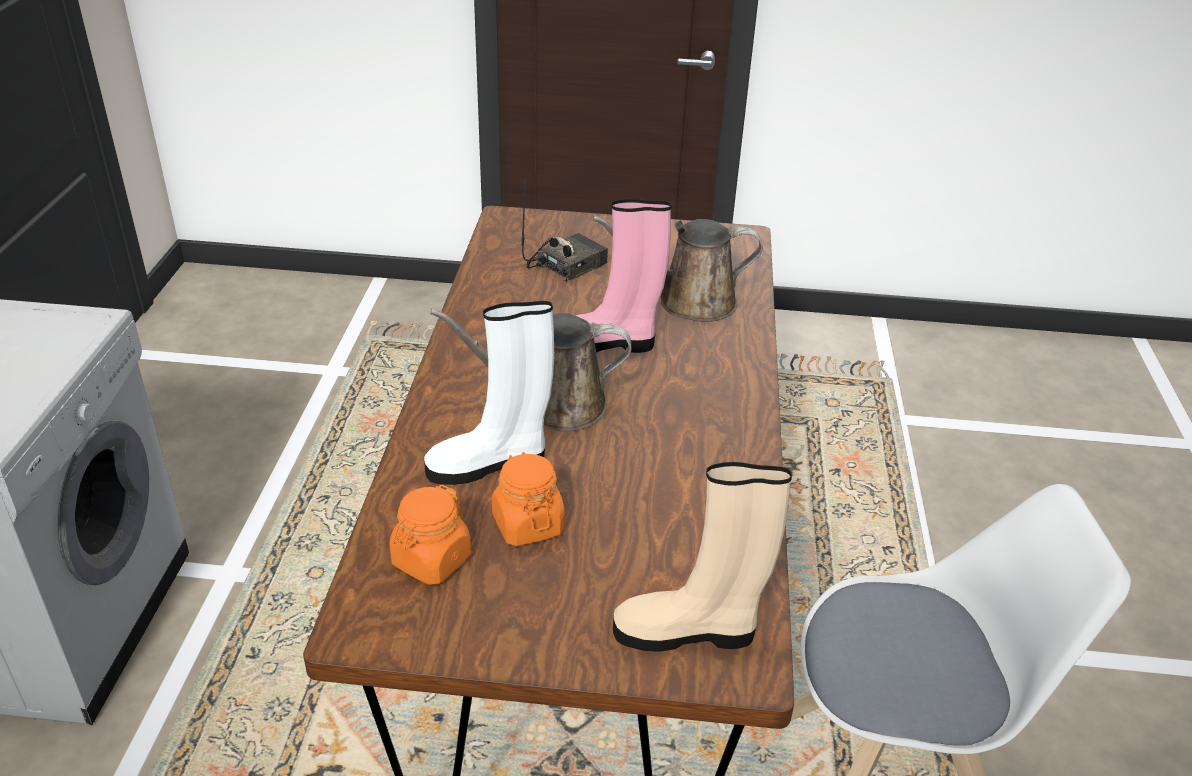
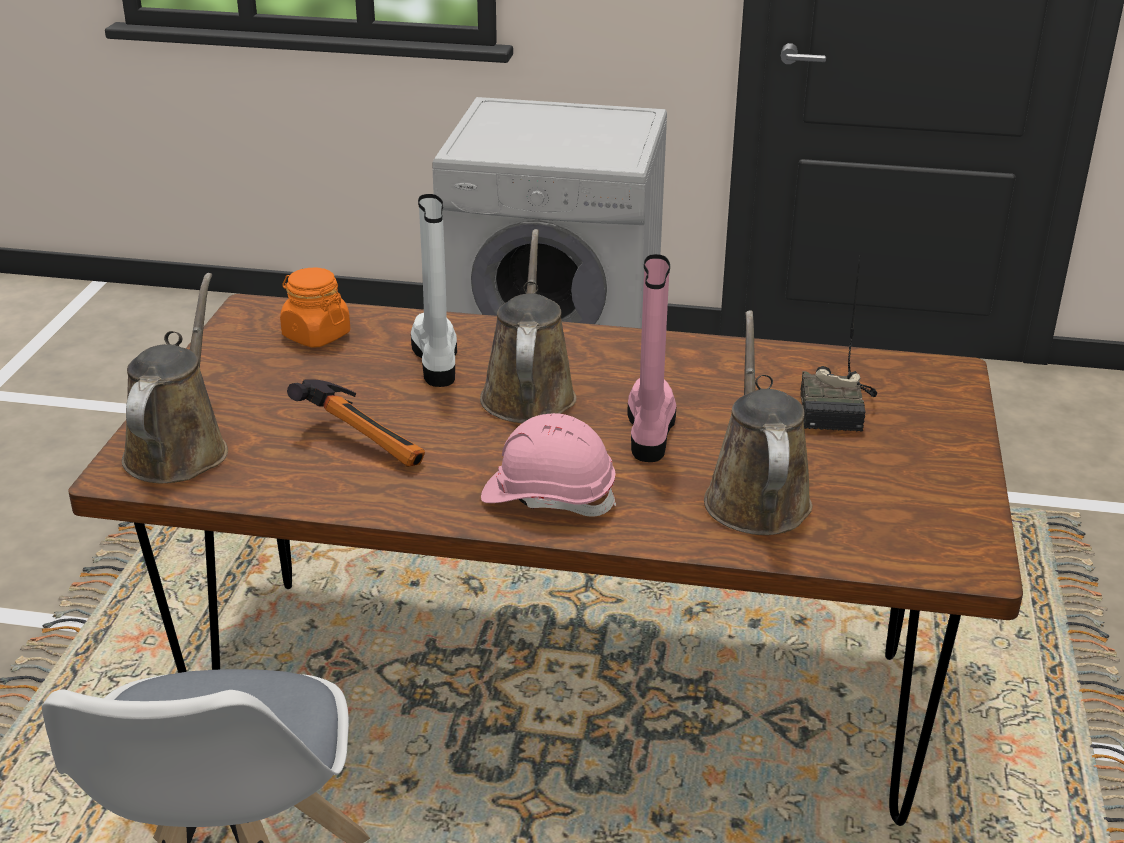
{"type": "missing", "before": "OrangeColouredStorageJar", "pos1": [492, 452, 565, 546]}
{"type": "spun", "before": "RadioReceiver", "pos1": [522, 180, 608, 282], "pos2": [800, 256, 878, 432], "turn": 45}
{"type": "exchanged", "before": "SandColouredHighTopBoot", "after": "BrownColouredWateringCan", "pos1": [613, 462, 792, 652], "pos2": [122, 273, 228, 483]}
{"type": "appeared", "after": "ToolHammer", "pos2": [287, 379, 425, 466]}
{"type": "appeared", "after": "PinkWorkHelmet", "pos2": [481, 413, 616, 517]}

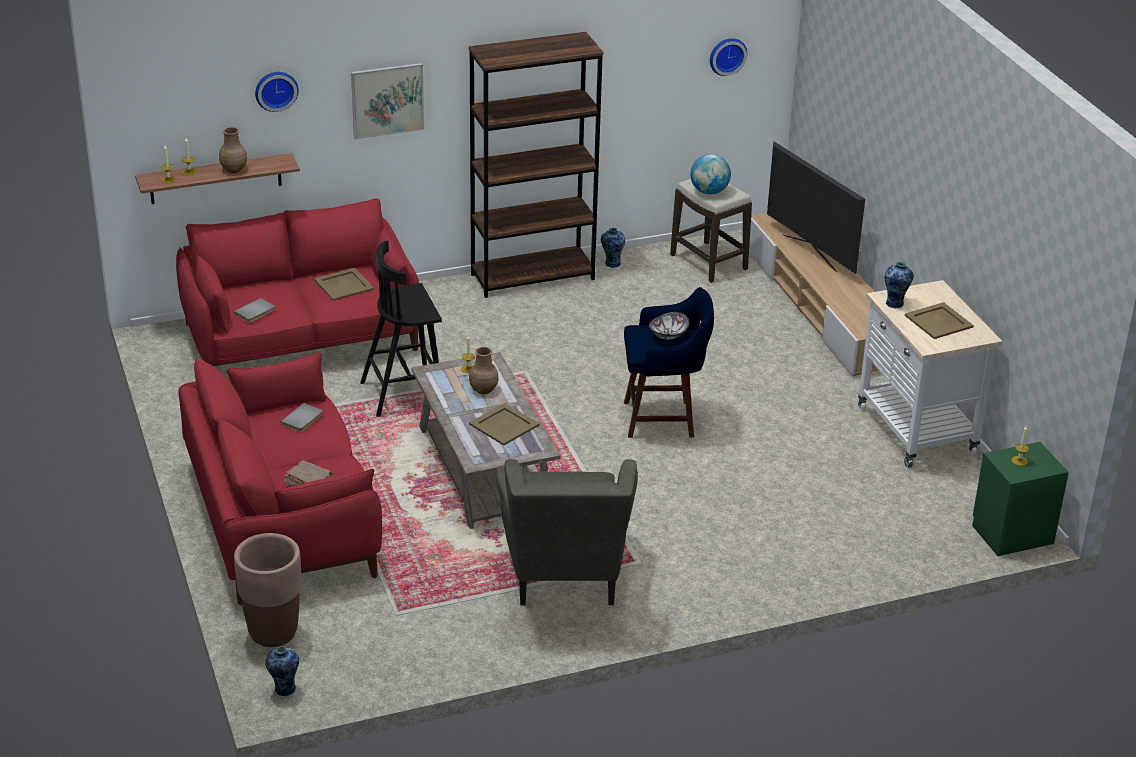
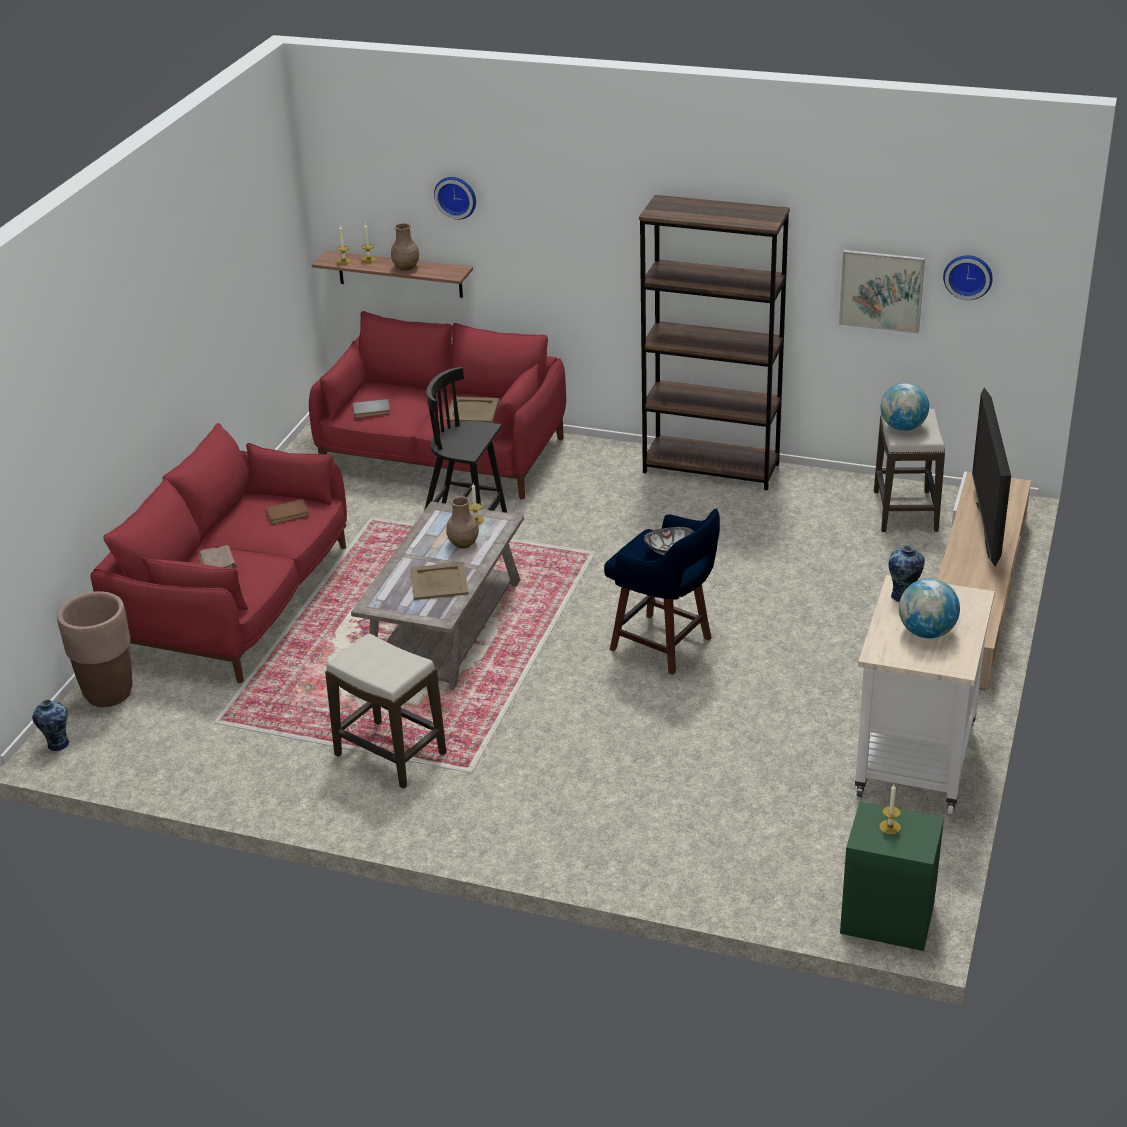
{"type": "colour", "before": "GreyishBoundBook", "after": "BrownColouredBoundBook", "pos1": [281, 403, 323, 432], "pos2": [265, 499, 309, 524]}
{"type": "relocated", "before": "Picture", "pos1": [351, 63, 424, 139], "pos2": [839, 250, 925, 333]}
{"type": "exchanged", "before": "GreyishLoungeChair", "after": "StoolSeat", "pos1": [496, 459, 638, 605], "pos2": [325, 634, 446, 789]}
{"type": "missing", "before": "FlowerVase", "pos1": [601, 228, 625, 268]}
{"type": "exchanged", "before": "SandColouredCarryingTray", "after": "WorldGlobe", "pos1": [905, 302, 974, 339], "pos2": [899, 578, 960, 638]}

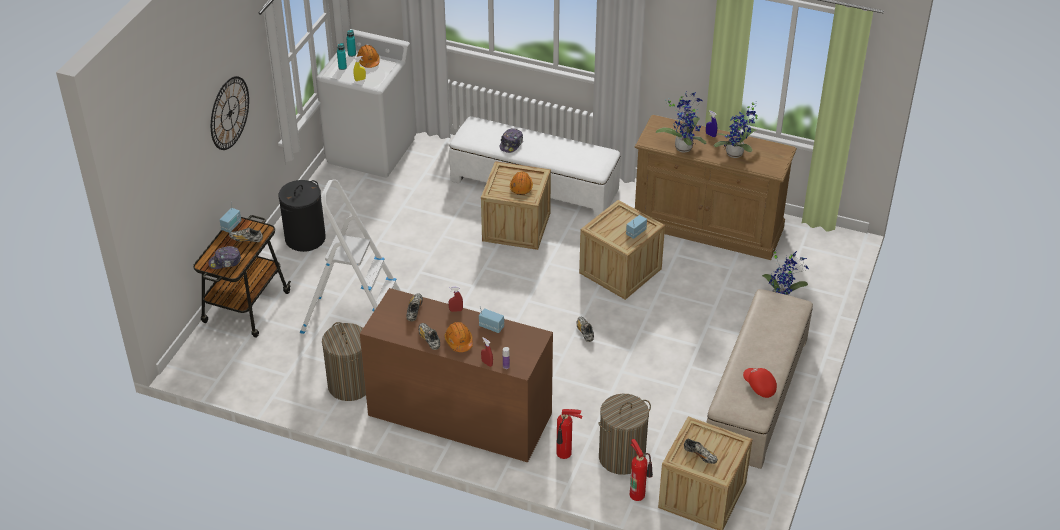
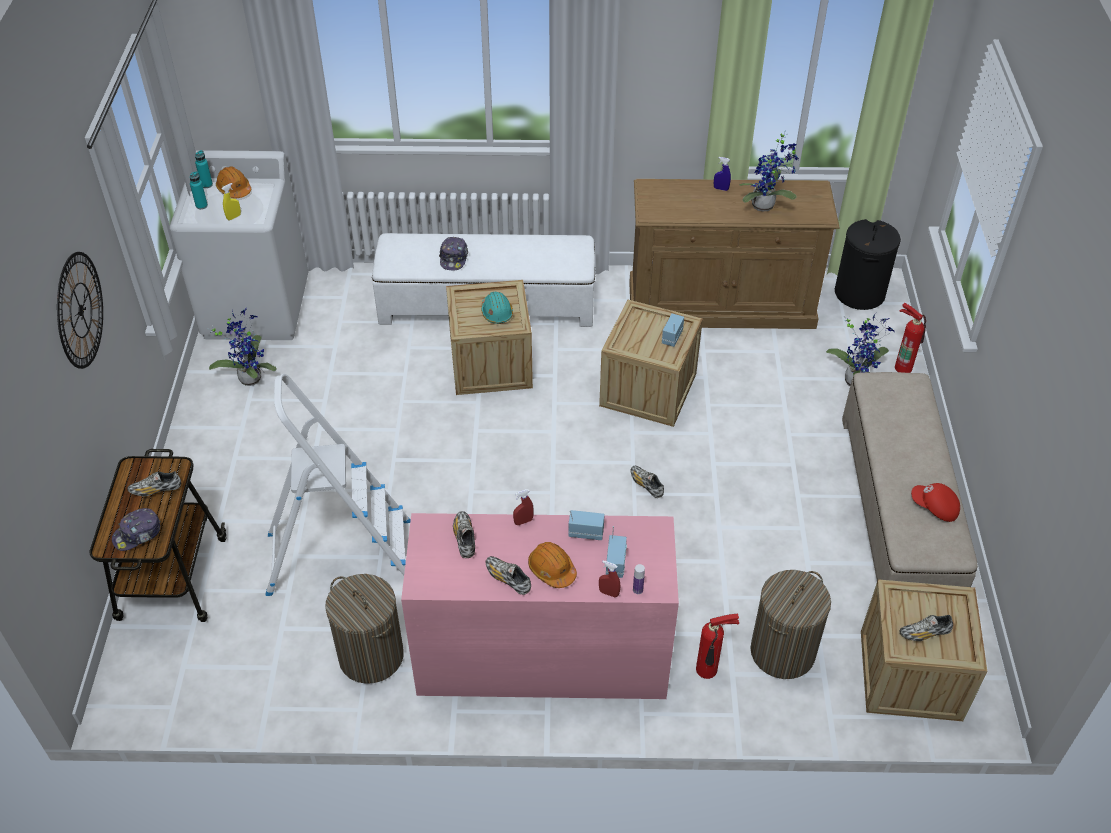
{"type": "relocated", "before": "RadioReceiver", "pos1": [220, 201, 241, 233], "pos2": [606, 526, 627, 578]}
{"type": "relocated", "before": "BlackLaundryBasket", "pos1": [279, 180, 326, 252], "pos2": [835, 219, 901, 310]}
{"type": "colour", "before": "BrownColouredDrawerChest", "after": "PinkDrawerChest", "pos1": [360, 288, 553, 462], "pos2": [401, 513, 679, 699]}
{"type": "colour", "before": "OrangeColouredWorkHelmet", "after": "TurquoiseColouredWorkHelmet", "pos1": [510, 171, 533, 195], "pos2": [481, 292, 513, 324]}
{"type": "relocated", "before": "Extinguisher", "pos1": [630, 439, 653, 501], "pos2": [895, 303, 926, 373]}
{"type": "relocated", "before": "Houseplant", "pos1": [656, 90, 706, 153], "pos2": [207, 309, 277, 386]}
{"type": "spun", "before": "Shoe", "pos1": [684, 439, 718, 464], "pos2": [899, 615, 953, 641], "turn": 150}

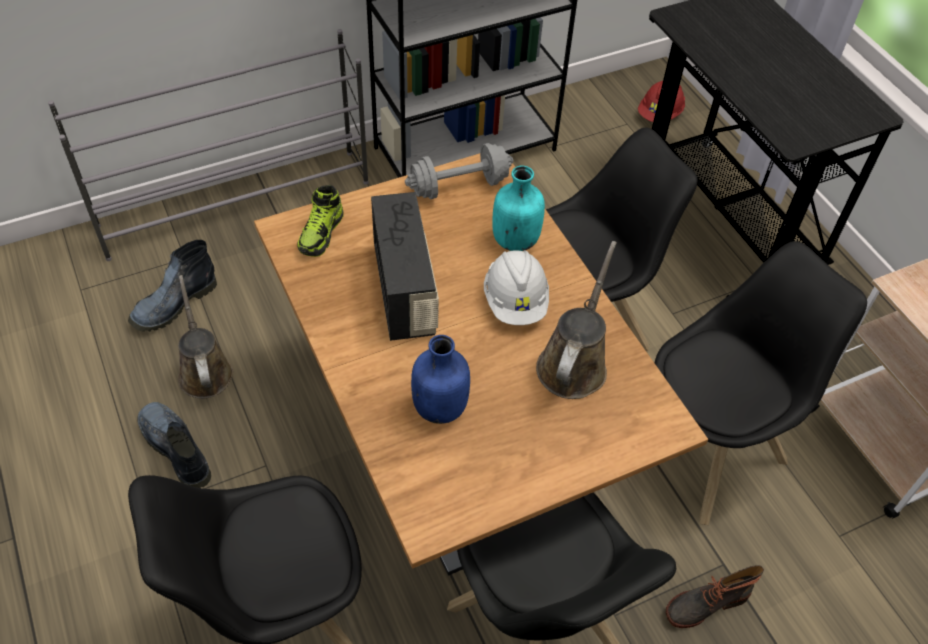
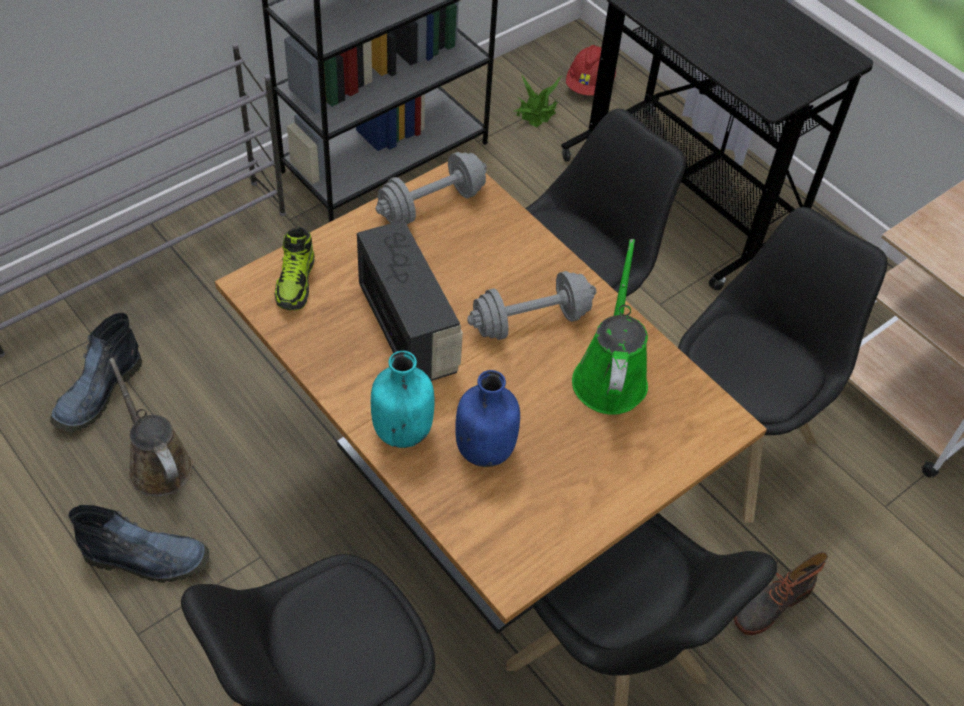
{"type": "spun", "before": "HighTopBoot", "pos1": [137, 402, 211, 488], "pos2": [69, 505, 209, 583], "turn": 150}
{"type": "exchanged", "before": "WhiteWorkHelmet", "after": "GreyishFreeWeight", "pos1": [484, 250, 549, 325], "pos2": [467, 271, 596, 340]}
{"type": "relocated", "before": "TurquoiseColouredBottle", "pos1": [492, 165, 545, 251], "pos2": [371, 351, 434, 448]}
{"type": "colour", "before": "BrownColouredWateringCan", "after": "GreenColouredWateringCan", "pos1": [536, 241, 617, 399], "pos2": [572, 239, 648, 415]}
{"type": "appeared", "after": "Houseplant", "pos2": [514, 76, 562, 127]}

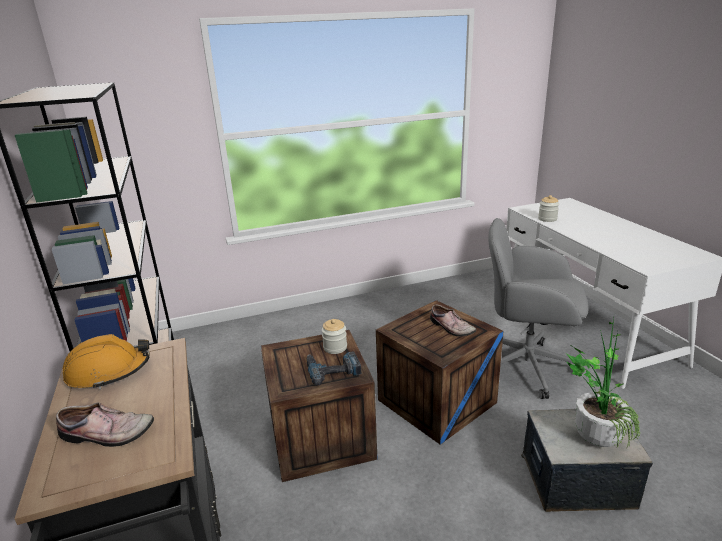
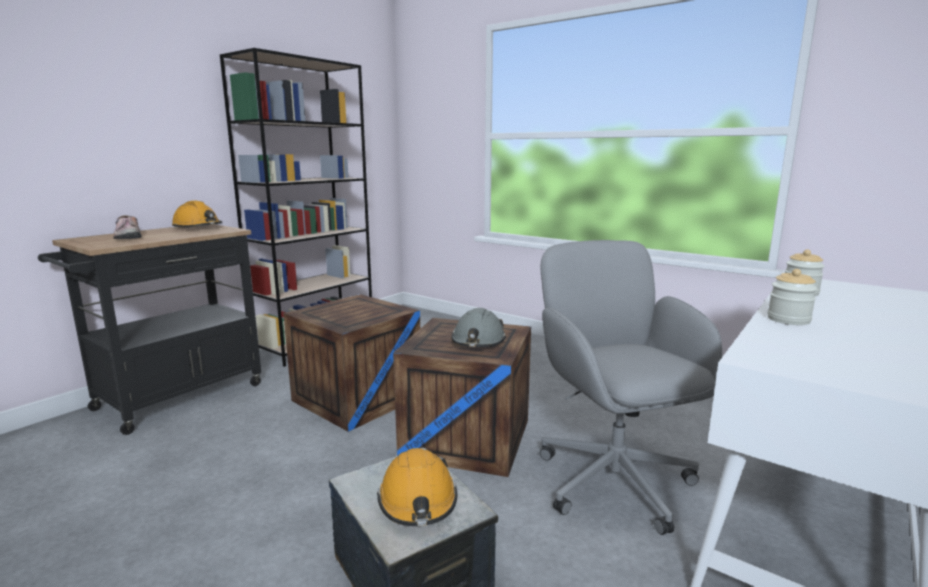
{"type": "missing", "before": "Drill", "pos1": [307, 351, 361, 386]}
{"type": "relocated", "before": "StorageJar", "pos1": [322, 319, 347, 354], "pos2": [767, 269, 817, 325]}
{"type": "exchanged", "before": "Shoe", "after": "GreyishWorkHelmet", "pos1": [430, 304, 476, 337], "pos2": [451, 308, 506, 347]}
{"type": "exchanged", "before": "Houseplant", "after": "OrangeColouredWorkHelmet", "pos1": [566, 311, 640, 448], "pos2": [377, 448, 457, 526]}

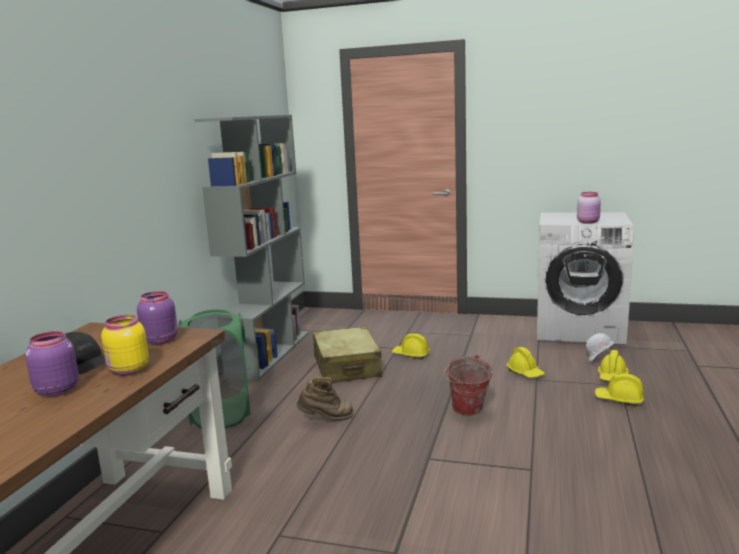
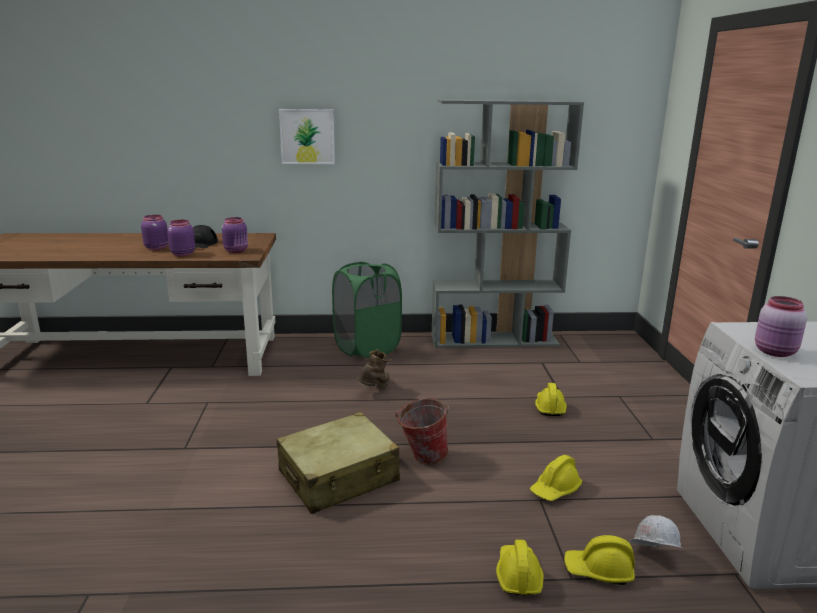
{"type": "colour", "before": "YellowStorageJar", "after": "PurplishStorageJar", "pos1": [101, 315, 149, 376], "pos2": [167, 220, 195, 256]}
{"type": "spun", "before": "BrownColouredHighTopBoot", "pos1": [297, 377, 354, 421], "pos2": [356, 349, 392, 387], "turn": -120}
{"type": "relocated", "before": "SandColouredTravelCase", "pos1": [313, 326, 382, 383], "pos2": [277, 412, 400, 514]}
{"type": "appeared", "after": "Picture", "pos2": [279, 109, 335, 164]}

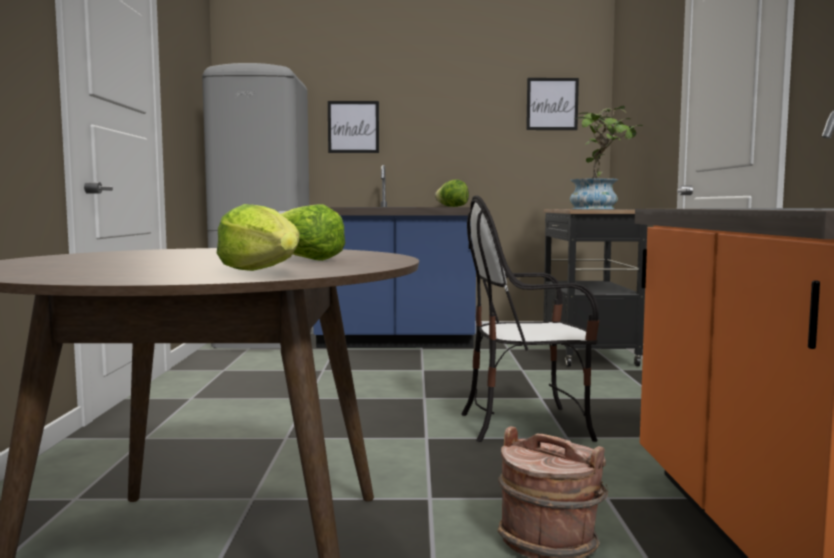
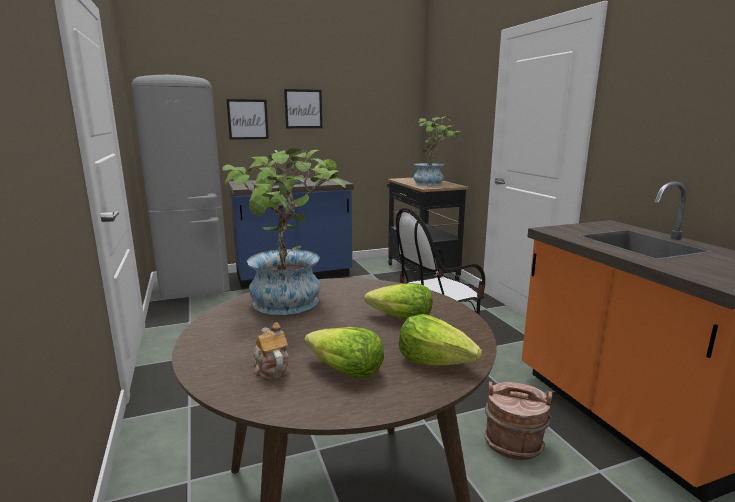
{"type": "relocated", "before": "Picture", "pos1": [526, 78, 579, 130], "pos2": [284, 89, 322, 128]}
{"type": "appeared", "after": "Houseplant", "pos2": [223, 148, 346, 315]}
{"type": "appeared", "after": "TeaPot", "pos2": [253, 322, 289, 379]}
{"type": "appeared", "after": "LettuceHead", "pos2": [304, 327, 384, 378]}

